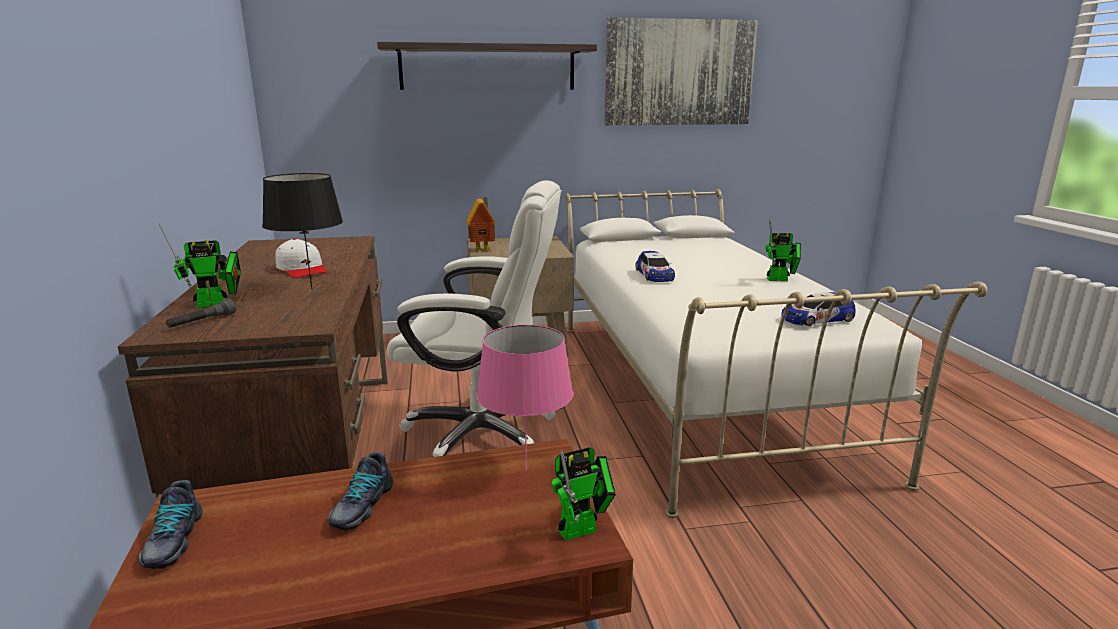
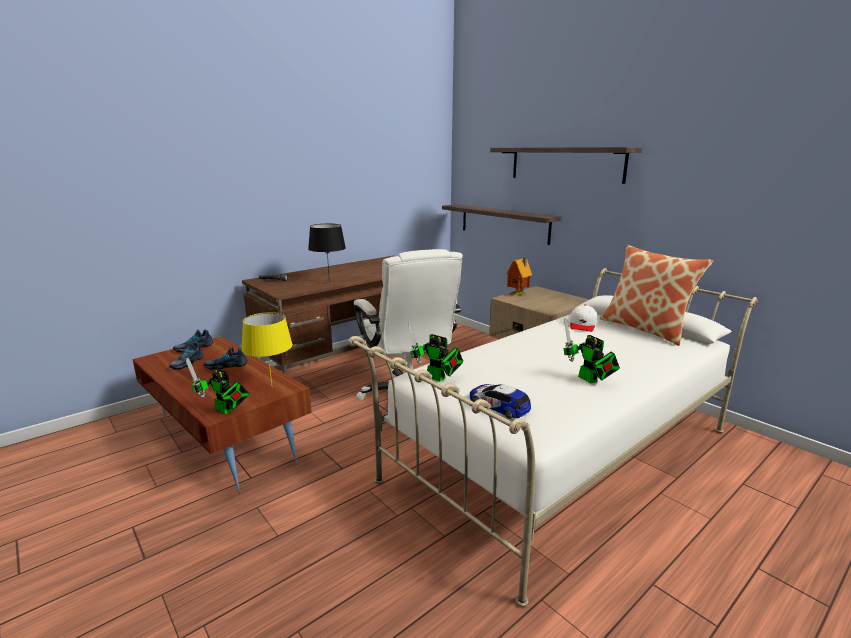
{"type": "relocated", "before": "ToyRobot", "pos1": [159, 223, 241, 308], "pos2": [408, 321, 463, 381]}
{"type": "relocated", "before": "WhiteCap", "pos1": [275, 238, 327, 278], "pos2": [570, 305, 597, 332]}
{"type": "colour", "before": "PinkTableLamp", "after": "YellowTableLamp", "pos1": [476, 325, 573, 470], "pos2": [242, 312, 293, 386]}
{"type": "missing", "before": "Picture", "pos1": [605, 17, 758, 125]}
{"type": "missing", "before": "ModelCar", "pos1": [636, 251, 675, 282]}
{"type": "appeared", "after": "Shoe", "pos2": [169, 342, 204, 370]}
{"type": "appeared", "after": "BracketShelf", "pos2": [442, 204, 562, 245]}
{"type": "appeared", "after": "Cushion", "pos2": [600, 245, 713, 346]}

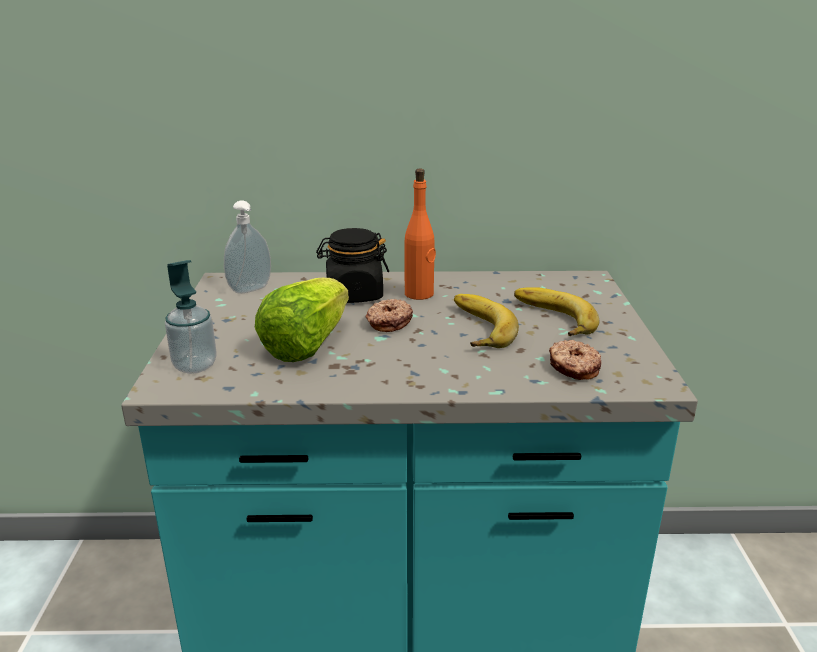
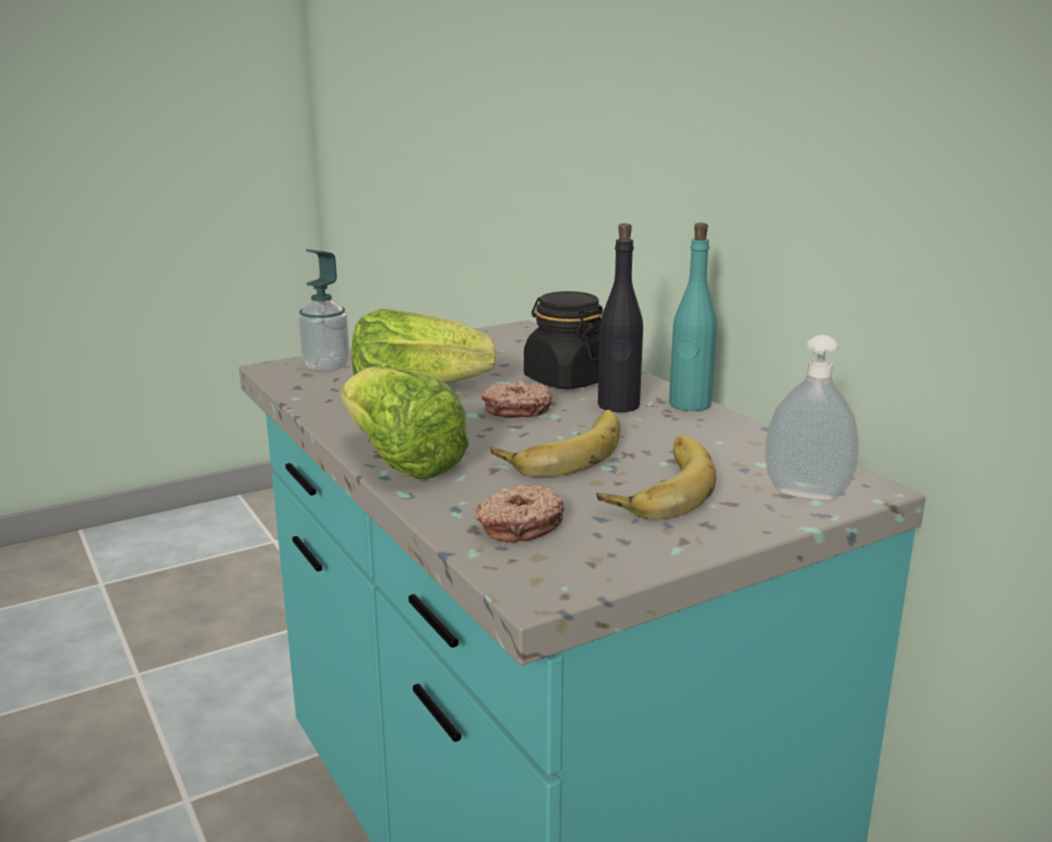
{"type": "relocated", "before": "SoapBottle", "pos1": [224, 200, 271, 294], "pos2": [765, 335, 858, 501]}
{"type": "colour", "before": "OrangeColouredBottle", "after": "BlackBottle", "pos1": [405, 169, 436, 300], "pos2": [598, 223, 643, 412]}
{"type": "appeared", "after": "LettuceHead", "pos2": [341, 366, 469, 480]}
{"type": "appeared", "after": "TurquoiseColouredBottle", "pos2": [669, 222, 717, 411]}

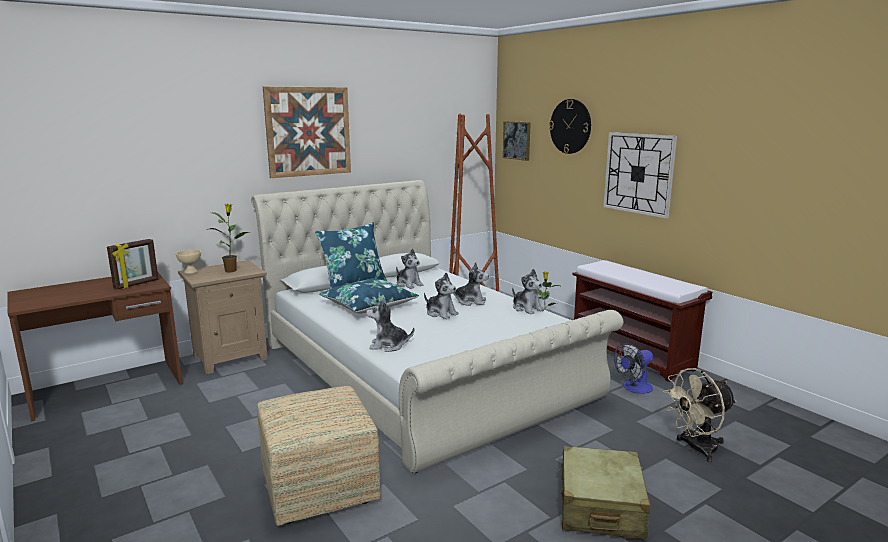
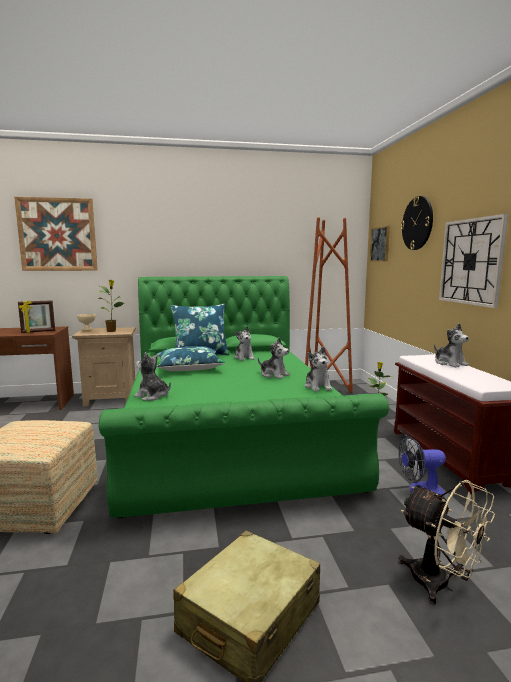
{"type": "colour", "before": "SandColouredBedroomBed", "after": "GreenColouredBedroomBed", "pos1": [251, 180, 624, 474], "pos2": [99, 276, 389, 519]}
{"type": "relocated", "before": "Picture", "pos1": [263, 87, 351, 178], "pos2": [14, 197, 98, 271]}
{"type": "relocated", "before": "CuddlyToy", "pos1": [424, 273, 459, 319], "pos2": [434, 324, 469, 367]}
{"type": "spun", "before": "SandColouredFan", "pos1": [663, 368, 736, 462], "pos2": [398, 480, 495, 605], "turn": -135}

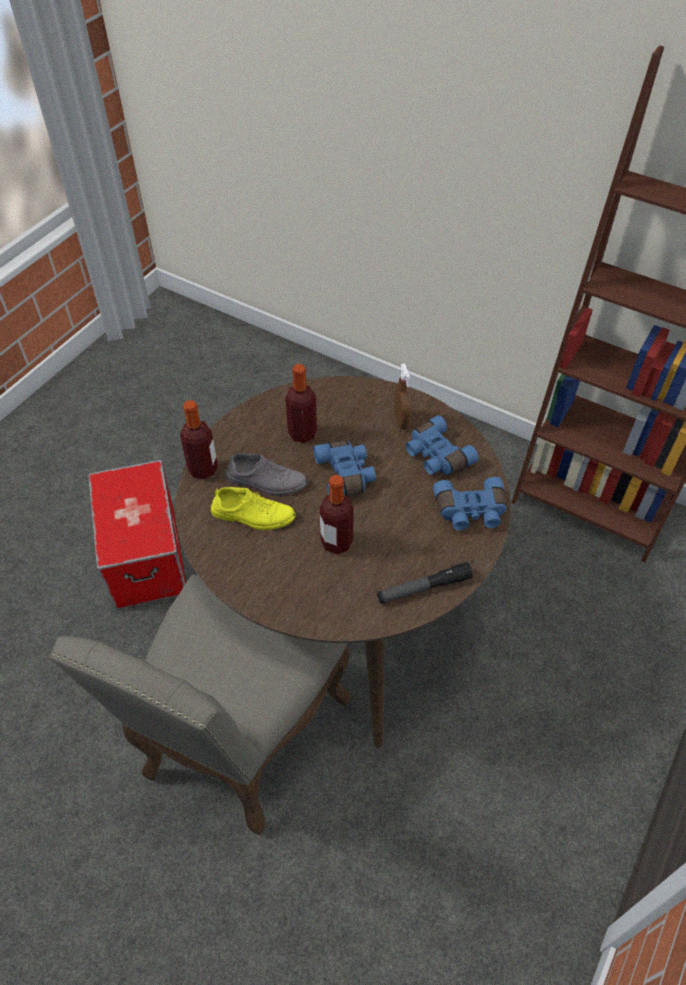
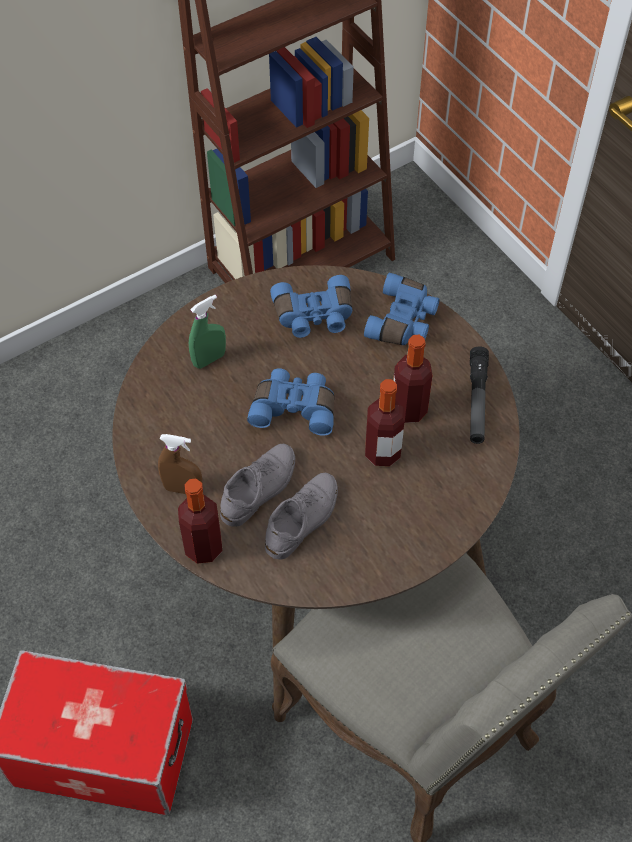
{"type": "colour", "before": "YellowShoe", "after": "GreyishShoe", "pos1": [211, 487, 296, 530], "pos2": [265, 473, 338, 559]}
{"type": "relocated", "before": "Bottle", "pos1": [285, 364, 317, 443], "pos2": [393, 335, 433, 423]}
{"type": "relocated", "before": "BrownColouredHandSprayer", "pos1": [394, 363, 410, 430], "pos2": [158, 434, 203, 494]}
{"type": "appeared", "after": "GreenColouredHandSprayer", "pos2": [189, 295, 226, 369]}

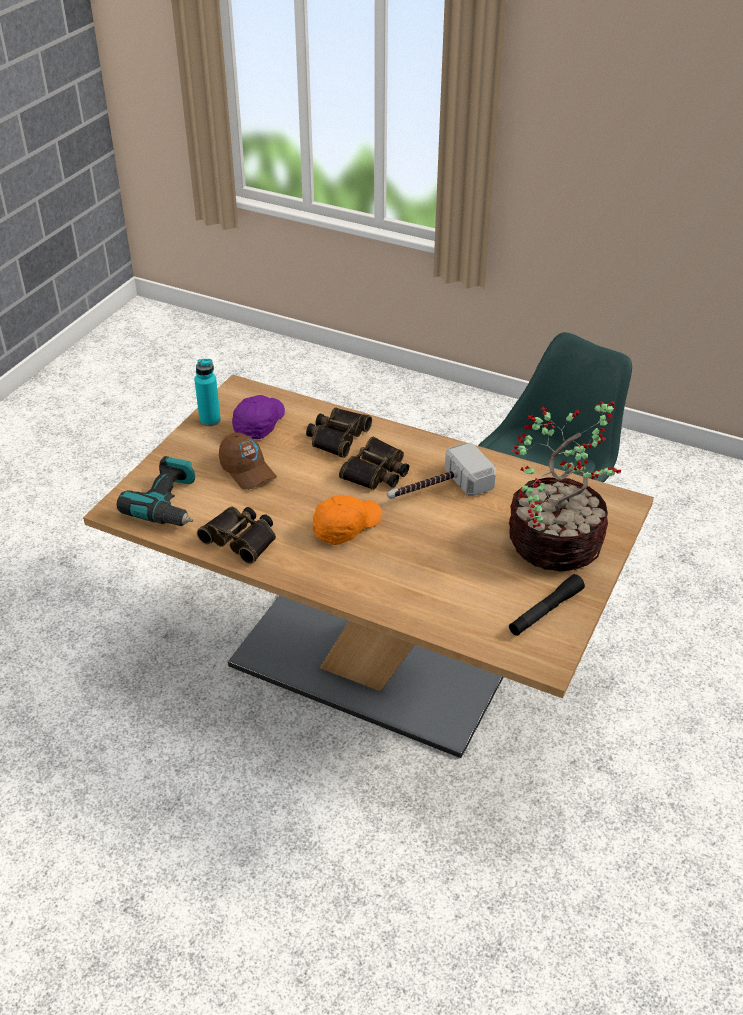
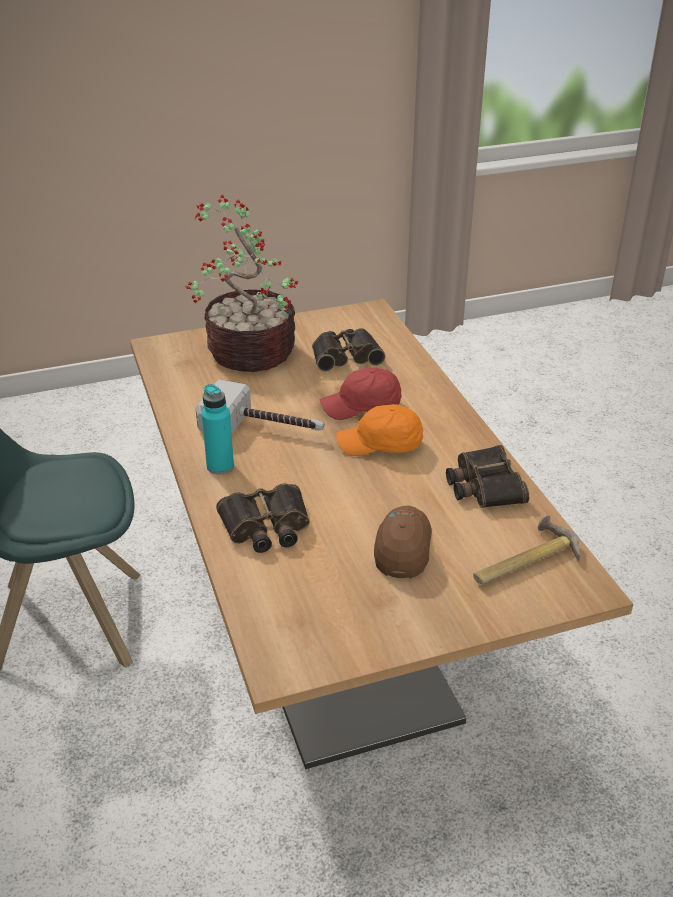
{"type": "exchanged", "before": "Drill", "after": "ToolHammer", "pos1": [117, 456, 195, 526], "pos2": [473, 515, 581, 584]}
{"type": "relocated", "before": "TurquoiseColouredBottle", "pos1": [194, 359, 221, 426], "pos2": [202, 384, 234, 475]}
{"type": "missing", "before": "PurplishCap", "pos1": [232, 395, 285, 439]}
{"type": "relocated", "before": "PairOfBinoculars", "pos1": [339, 437, 409, 490], "pos2": [312, 328, 386, 372]}
{"type": "missing", "before": "BlackFlashlight", "pos1": [509, 574, 585, 636]}
{"type": "appeared", "after": "RedColouredCap", "pos2": [320, 367, 402, 420]}

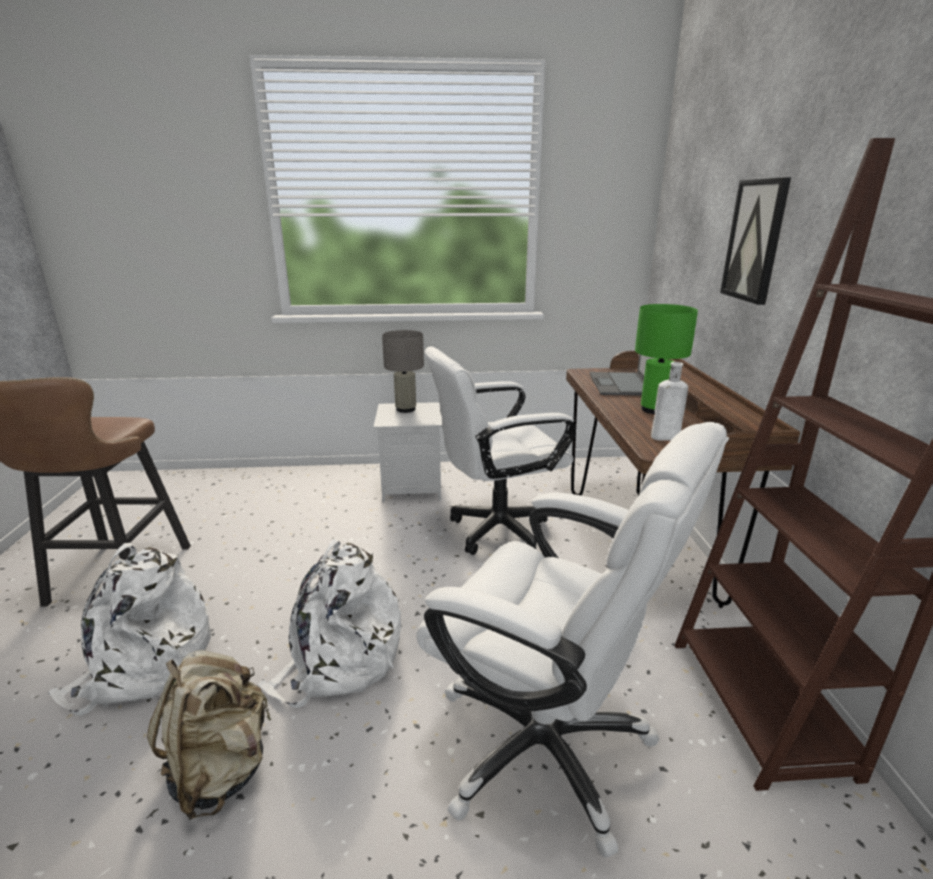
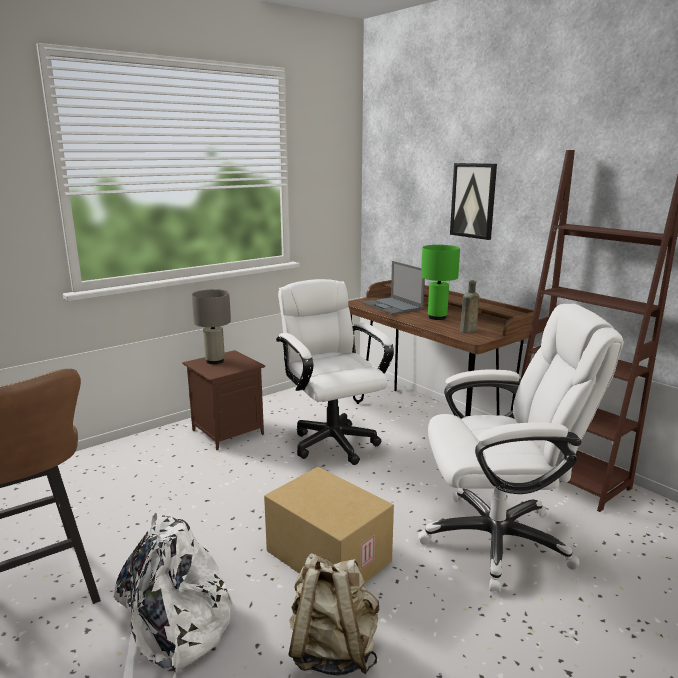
{"type": "exchanged", "before": "WhiteKnapsack", "after": "Carton", "pos1": [257, 538, 401, 708], "pos2": [264, 467, 394, 582]}
{"type": "colour", "before": "GreyishBedsideTable", "after": "BrownColouredBedsideTable", "pos1": [373, 402, 443, 503], "pos2": [182, 350, 265, 450]}
{"type": "spun", "before": "WhiteDeskChair", "pos1": [424, 346, 576, 555], "pos2": [276, 279, 394, 465], "turn": 120}
{"type": "colour", "before": "WhiteBottle", "after": "BrownColouredBottle", "pos1": [651, 362, 688, 441], "pos2": [460, 280, 479, 333]}

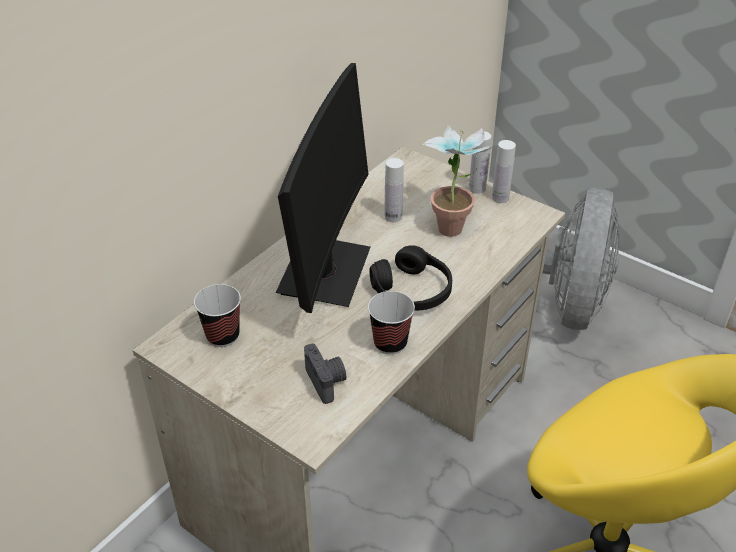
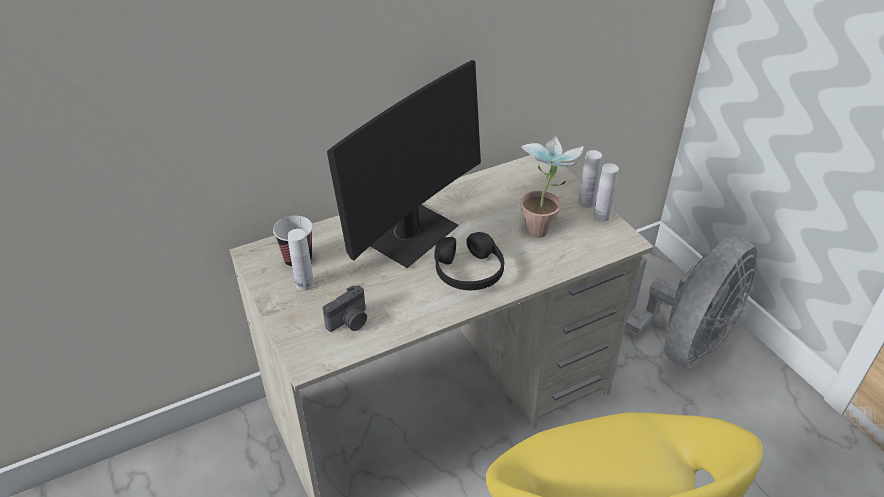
{"type": "spun", "before": "StillCamera", "pos1": [304, 343, 346, 404], "pos2": [323, 285, 367, 332], "turn": 45}
{"type": "missing", "before": "Cup", "pos1": [368, 291, 415, 355]}
{"type": "relocated", "before": "WhiteBottle", "pos1": [384, 158, 404, 222], "pos2": [287, 229, 314, 291]}

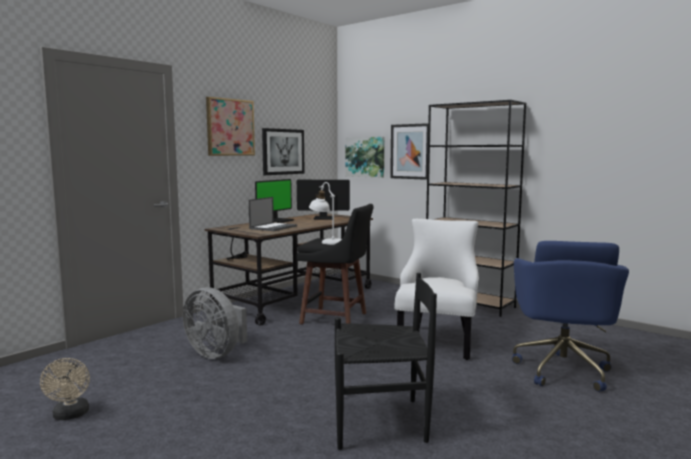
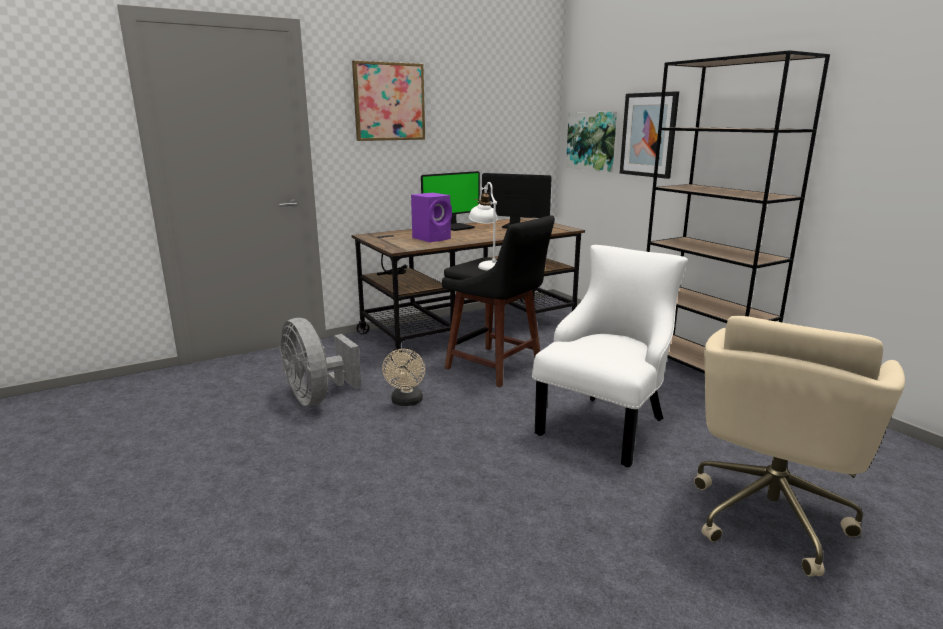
{"type": "relocated", "before": "SandColouredFan", "pos1": [40, 358, 90, 420], "pos2": [382, 349, 425, 406]}
{"type": "exchanged", "before": "Laptop", "after": "PurplishSpeaker", "pos1": [248, 197, 297, 231], "pos2": [411, 193, 452, 242]}
{"type": "missing", "before": "Picture", "pos1": [262, 128, 305, 175]}
{"type": "missing", "before": "BlackChair", "pos1": [335, 273, 437, 450]}
{"type": "colour", "before": "BluishDeskChair", "after": "SandColouredDeskChair", "pos1": [512, 241, 629, 392], "pos2": [694, 316, 905, 577]}

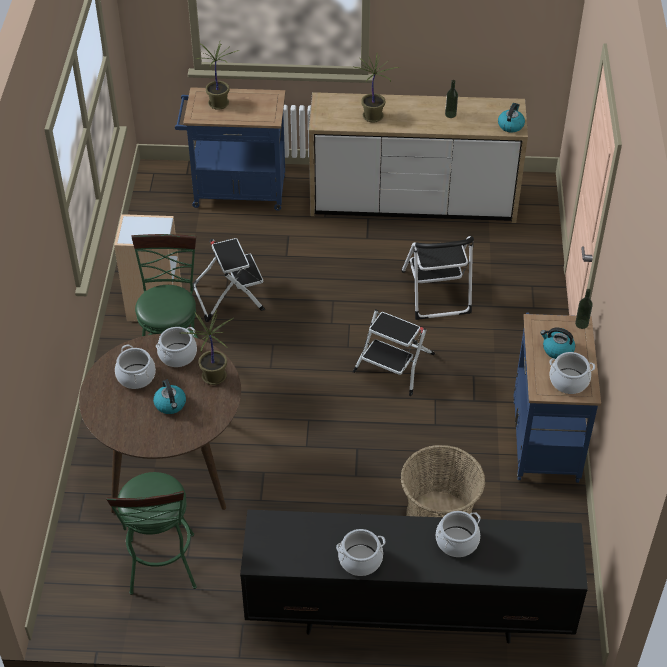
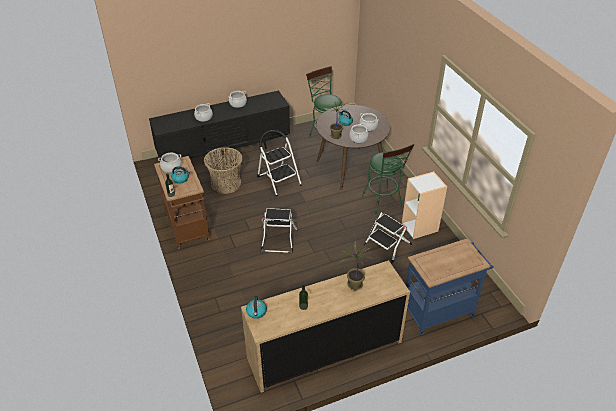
{"type": "missing", "before": "Houseplant", "pos1": [197, 42, 240, 110]}
{"type": "relocated", "before": "StepStool", "pos1": [401, 236, 474, 320], "pos2": [257, 130, 302, 197]}
{"type": "colour", "before": "BluishWheeledCart", "after": "BrownColouredWheeledCart", "pos1": [513, 312, 601, 483], "pos2": [154, 156, 210, 250]}

